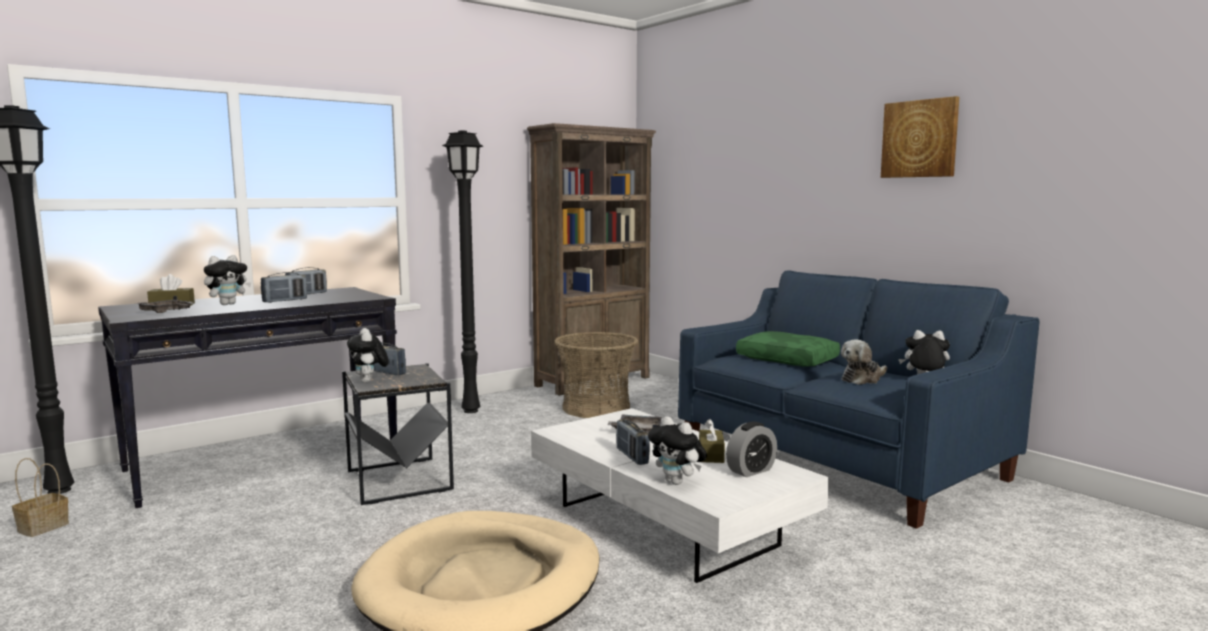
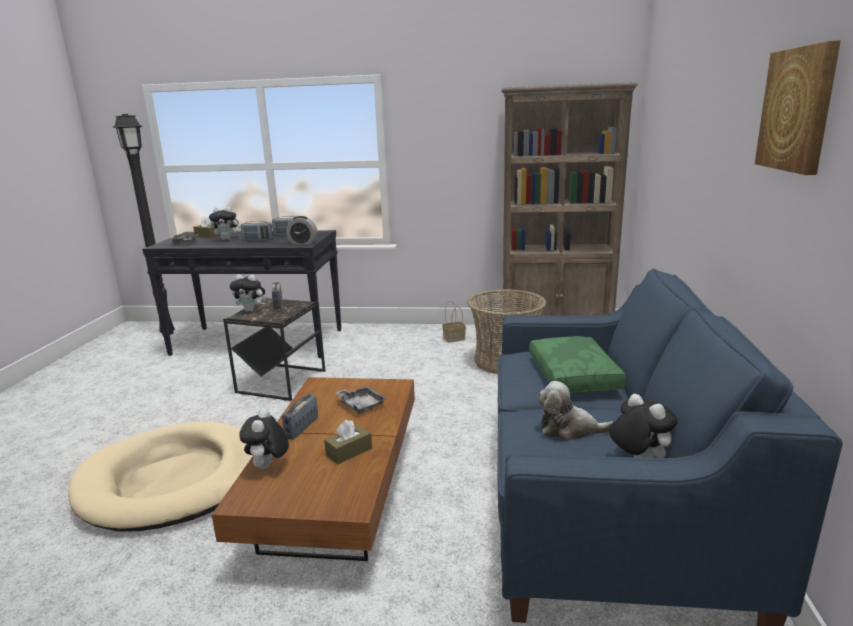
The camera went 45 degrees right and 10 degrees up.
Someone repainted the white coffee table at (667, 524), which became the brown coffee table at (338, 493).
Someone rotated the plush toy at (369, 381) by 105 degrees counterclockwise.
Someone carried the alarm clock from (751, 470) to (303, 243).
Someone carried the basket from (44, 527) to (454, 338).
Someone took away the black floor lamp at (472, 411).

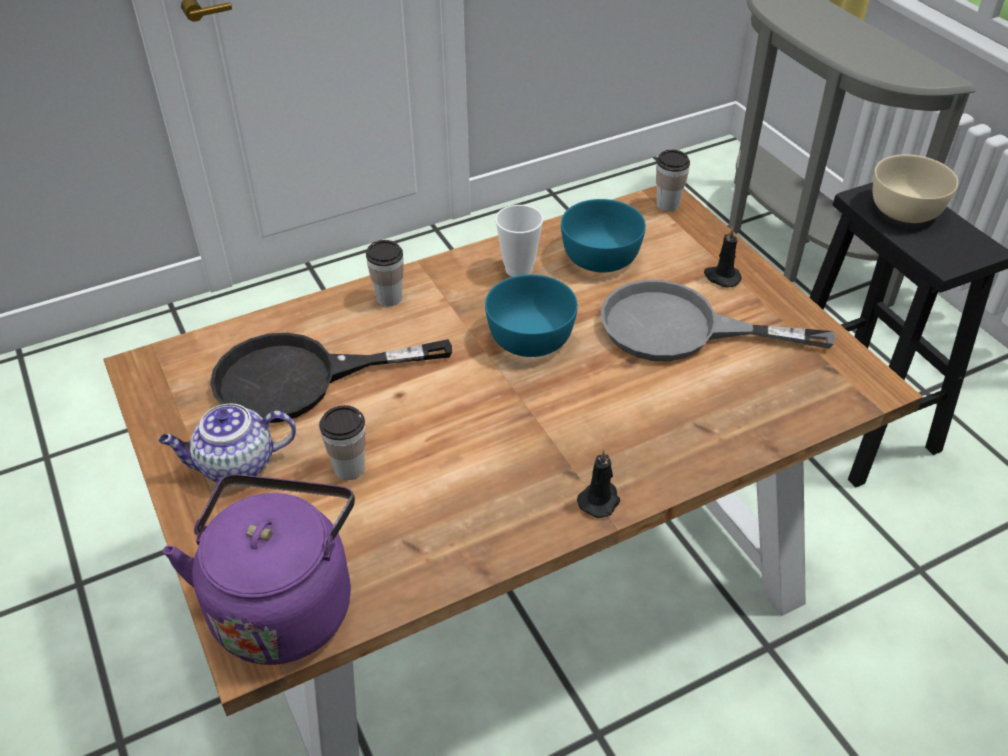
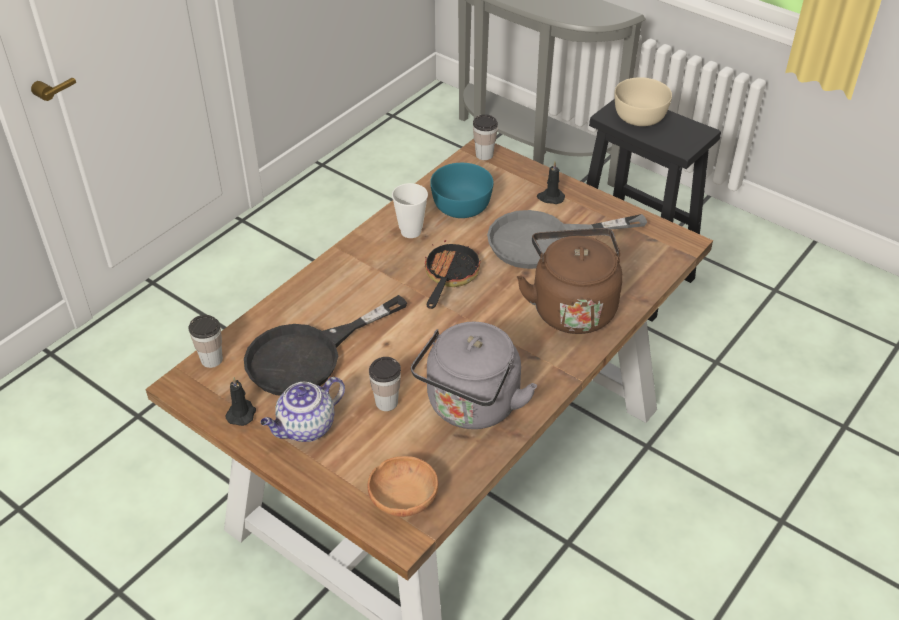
The camera went 25 degrees left and 0 degrees up.
Someone carried the cup from (389, 298) to (211, 359).
Someone carried the black candle from (600, 500) to (242, 413).
Someone swapped the purple kettle at (284, 603) for the brown bowl at (404, 499).
Someone put down the grey kettle at (471, 407).
Someone swapped the turquoise bowl at (529, 337) for the frying pan at (449, 277).
Someone put down the brown kettle at (571, 307).

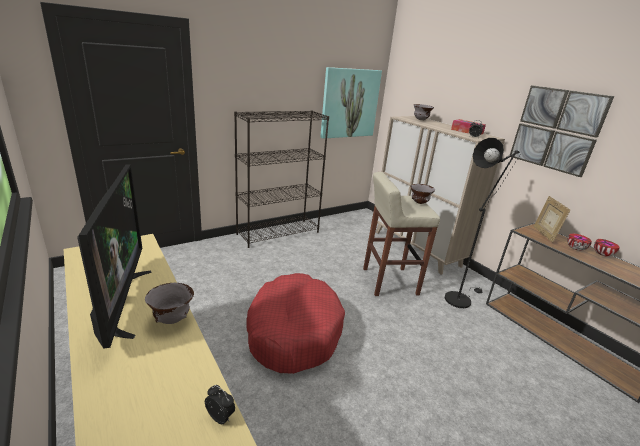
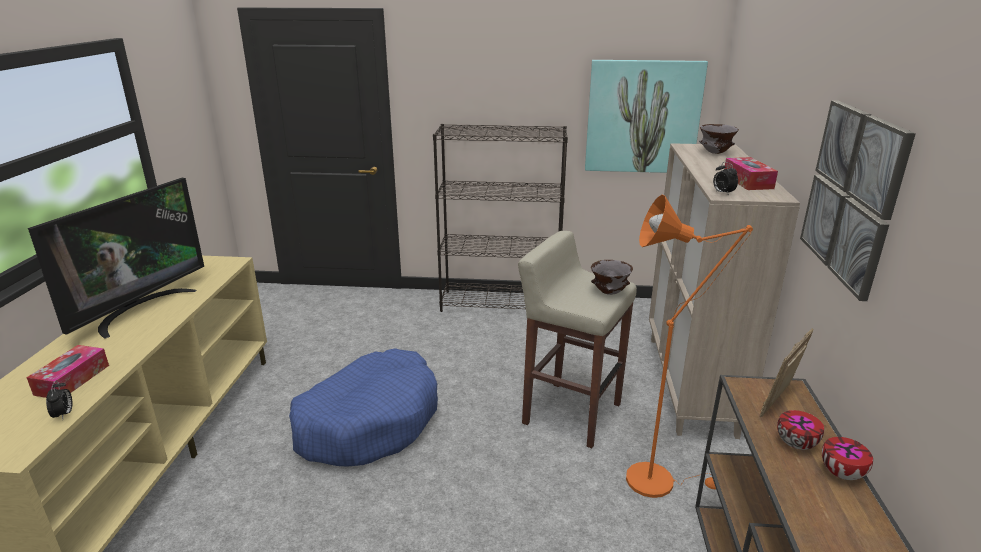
The camera went 40 degrees right and 0 degrees up.
Someone put down the tissue box at (72, 380).
Someone repainted the red dog bed at (293, 331), which became the blue dog bed at (368, 421).
Someone repainted the black floor lamp at (460, 298), which became the orange floor lamp at (658, 479).
Someone took away the grey bowl at (172, 319).

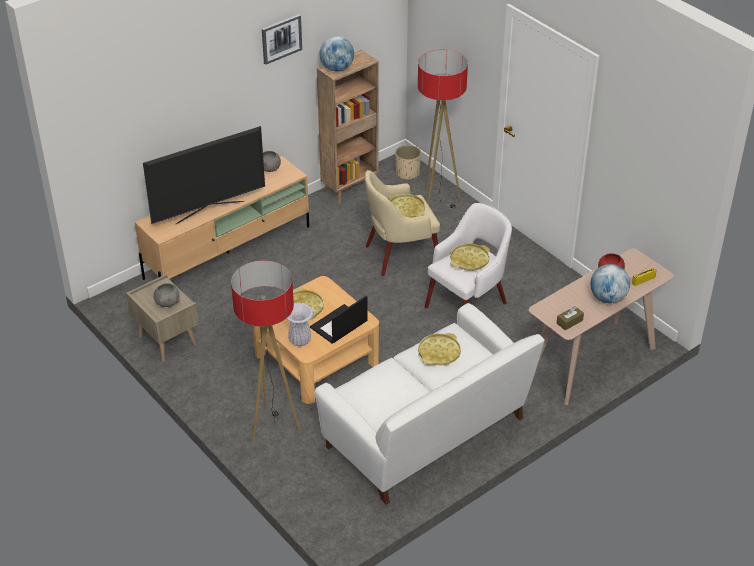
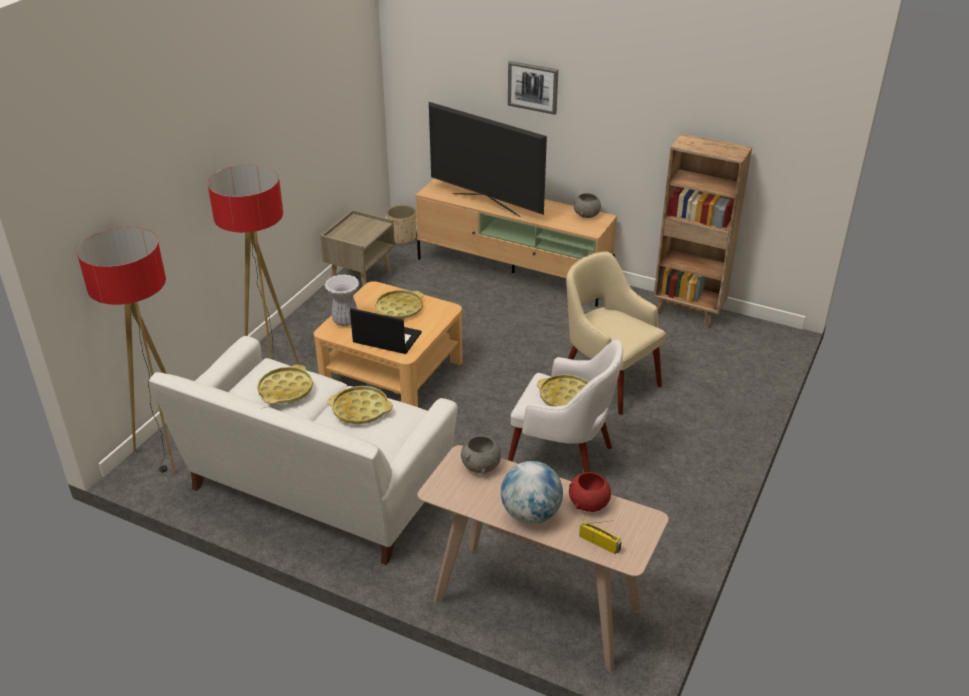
The camera went 65 degrees right and 5 degrees down.
Someone carried the floor lamp from (437, 203) to (167, 453).
Someone carried the yellow tray from (406, 209) to (286, 390).
Someone carried the beige planter from (407, 173) to (403, 238).
Someone carried the grey bowl from (167, 303) to (481, 466).
Someone carried the picture from (281, 38) to (533, 87).
Someone took away the globe at (337, 68).
Someone took away the brown tissue box at (569, 322).

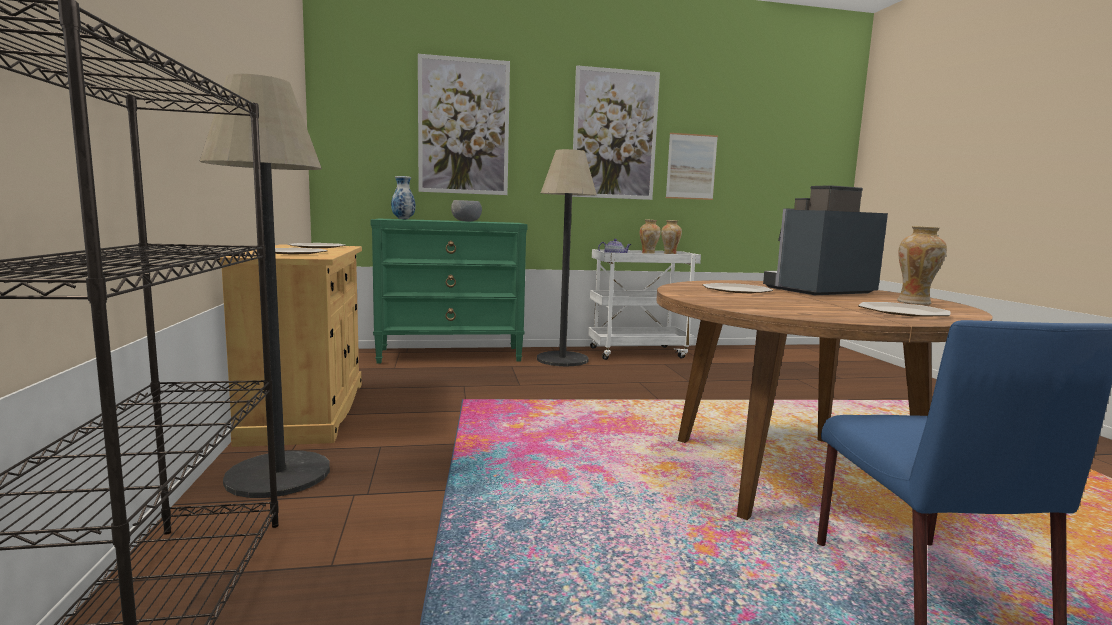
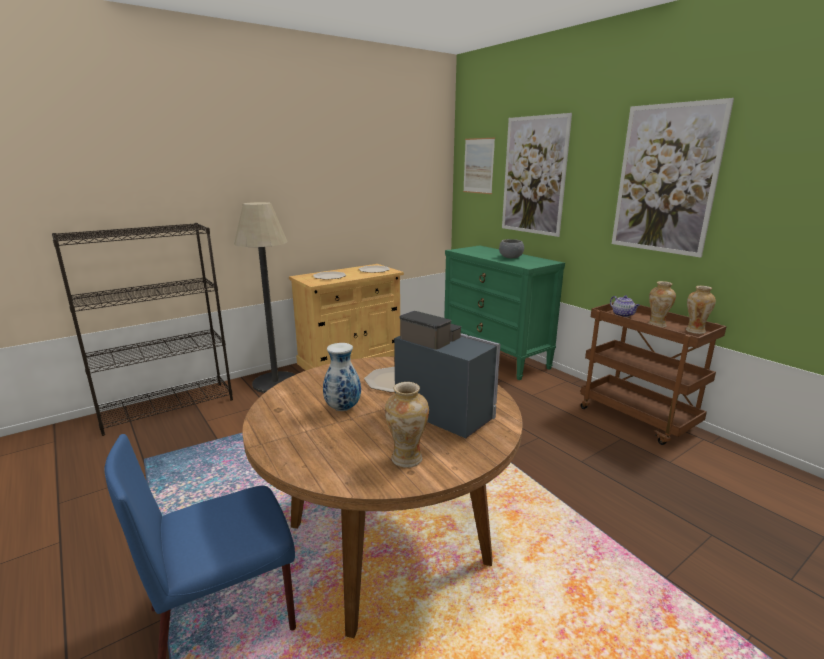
The camera went 65 degrees right and 10 degrees up.
Someone carried the vase from (403, 219) to (342, 408).
Someone carried the picture from (691, 166) to (478, 166).
Someone repainted the white cart at (639, 352), which became the brown cart at (638, 419).
Someone took away the floor lamp at (562, 359).
Someone took away the plate at (901, 312).

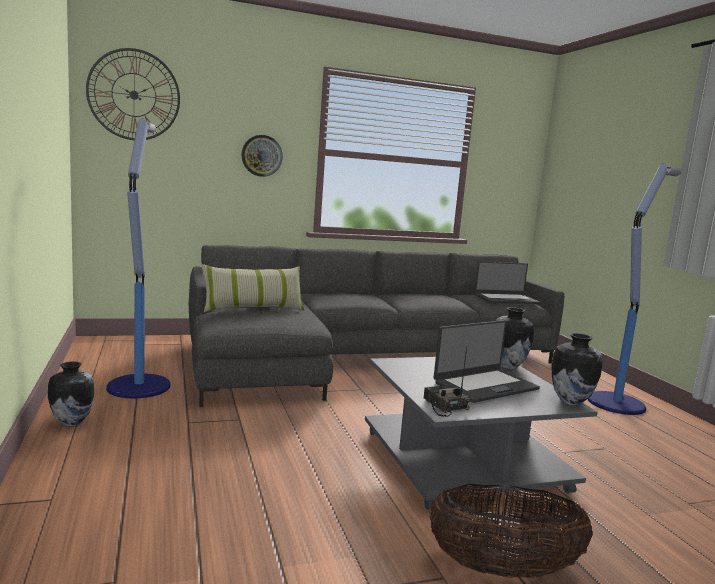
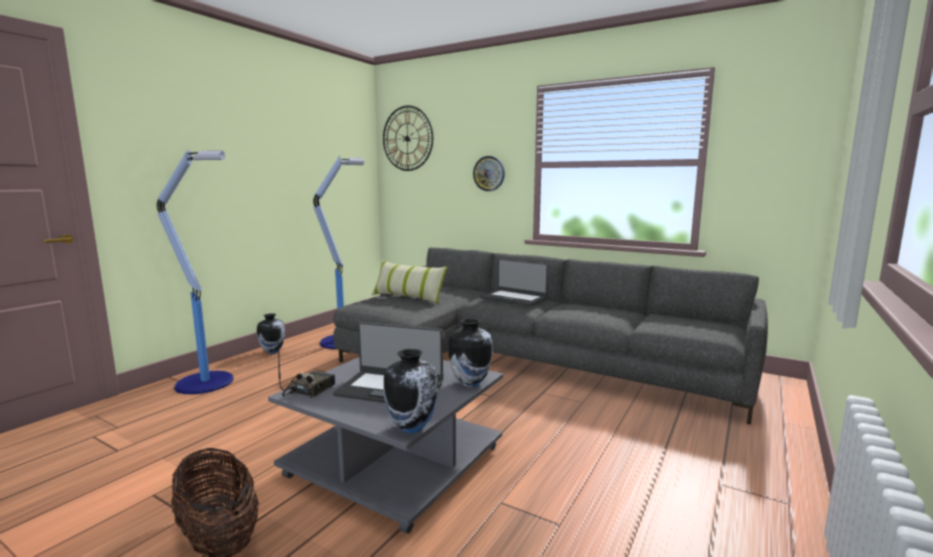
The camera went 50 degrees right and 0 degrees up.
Someone carried the floor lamp from (617, 403) to (207, 383).
Someone carried the laptop from (506, 299) to (514, 298).

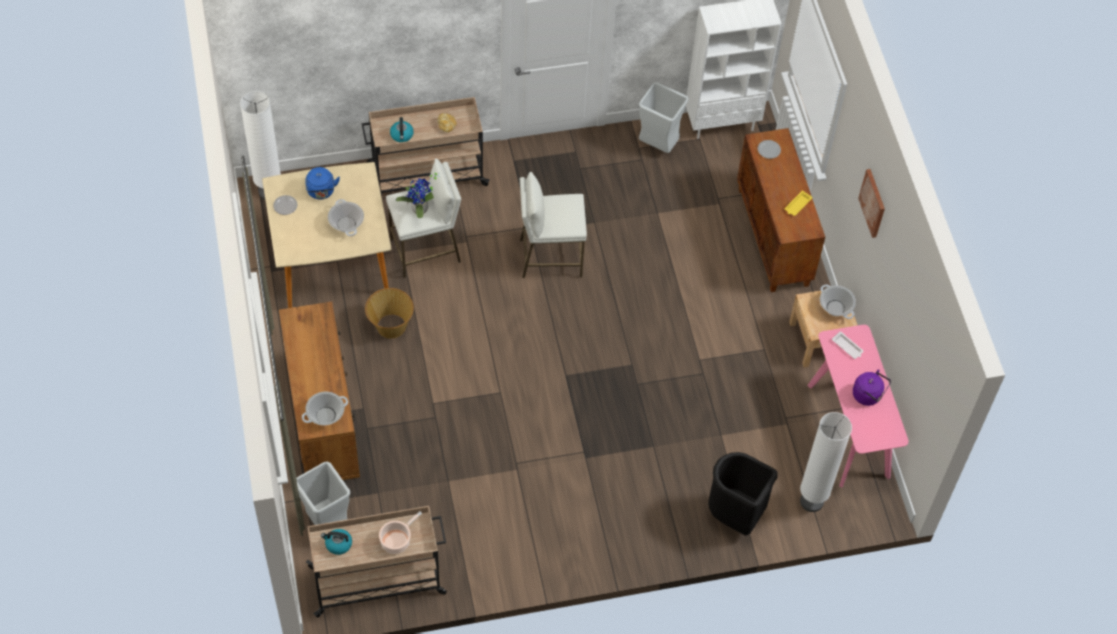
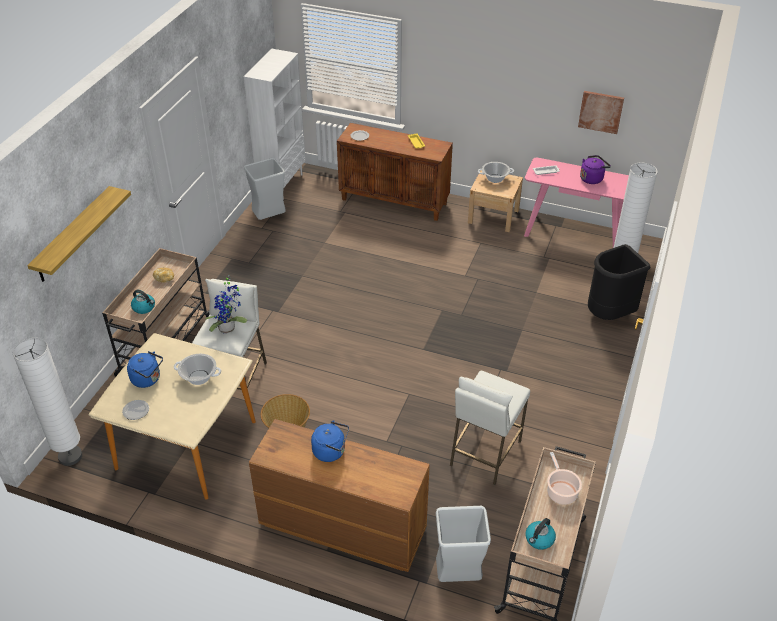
The camera went 55 degrees left and 15 degrees down.
Someone put up the shelf at (73, 235).
Someone put down the blue kettle at (331, 451).
Someone carried the white stool from (550, 257) to (485, 453).
Someone carried the picture from (873, 203) to (601, 111).
Someone took away the cooking pot at (325, 415).

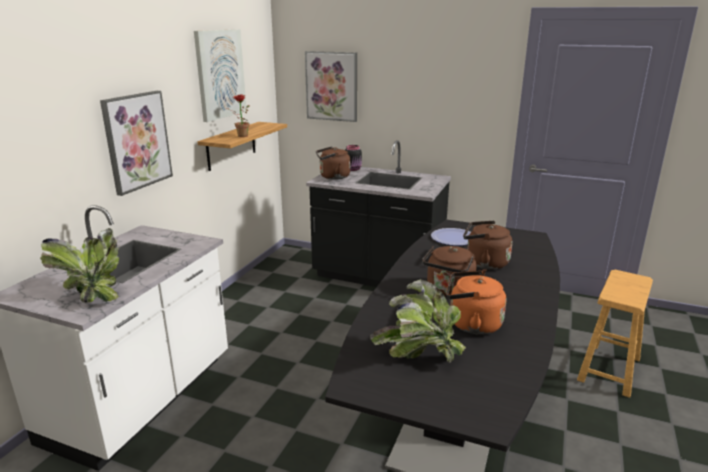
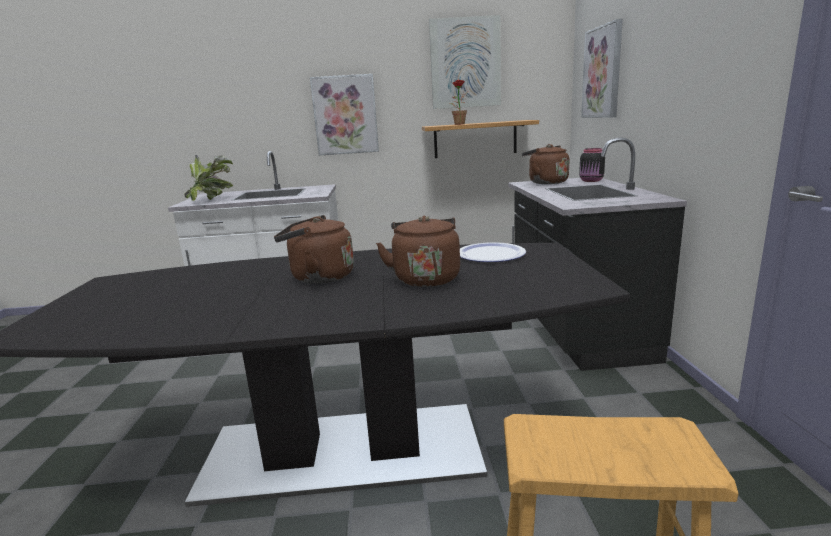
The camera went 65 degrees right and 5 degrees down.
Someone took away the potted plant at (419, 354).
Someone took away the orange kettle at (471, 324).

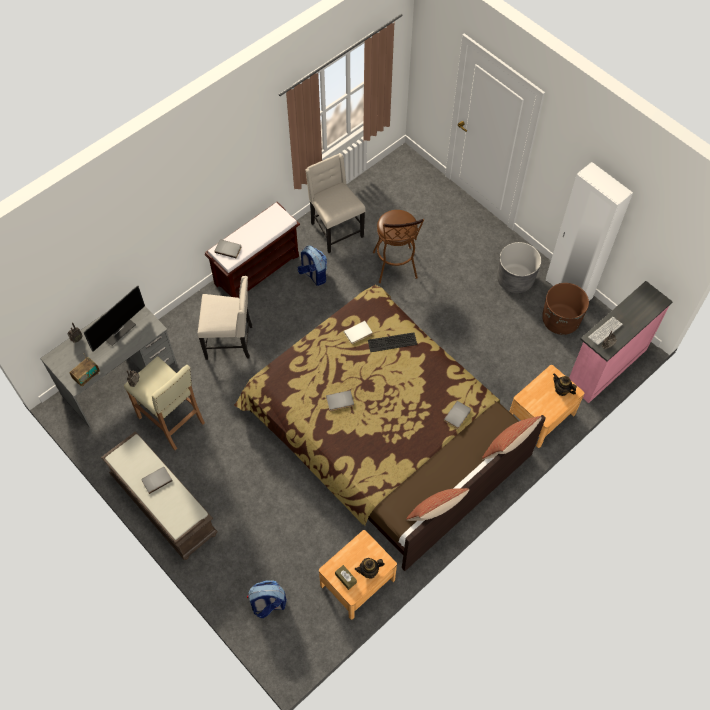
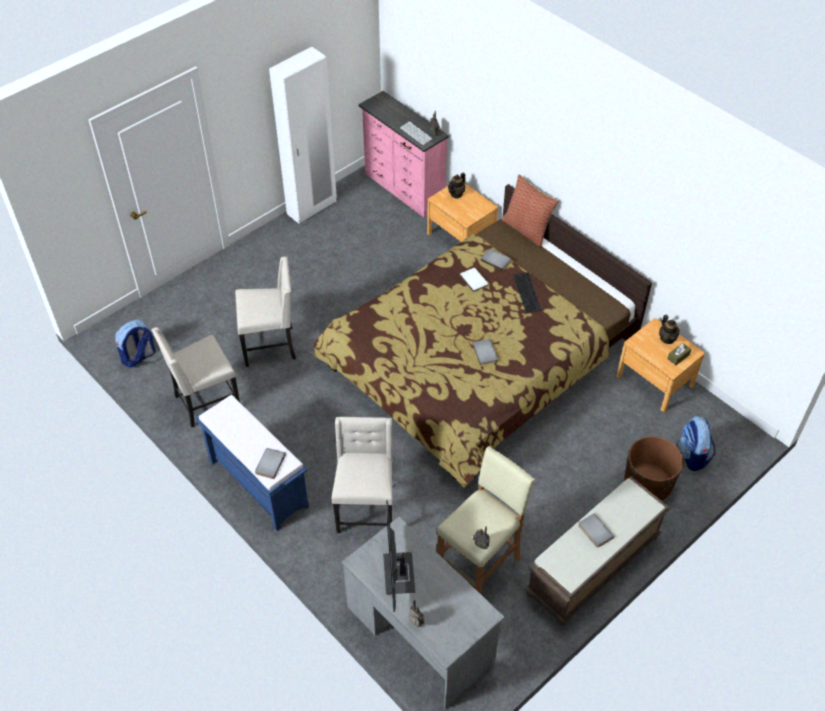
The camera went 90 degrees left and 10 degrees down.
Someone carried the backpack from (313, 275) to (139, 357).
Someone repainted the brown bench at (257, 269), which became the blue bench at (257, 483).
Someone swapped the brown stool at (395, 268) for the beige chair at (271, 345).
Someone rotated the monitor at (117, 329) by 135 degrees counterclockwise.
Someone carried the white book from (358, 333) to (474, 280).
Someone carried the keyboard from (392, 343) to (528, 292).
Someone carried the brown planter from (560, 320) to (647, 484).
Someone took away the radio at (87, 376).
Someone took away the pillow at (435, 514).
Someone took away the grey planter at (515, 280).

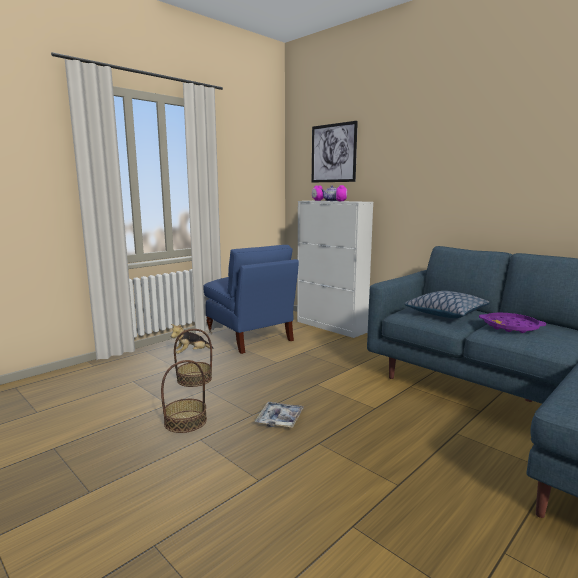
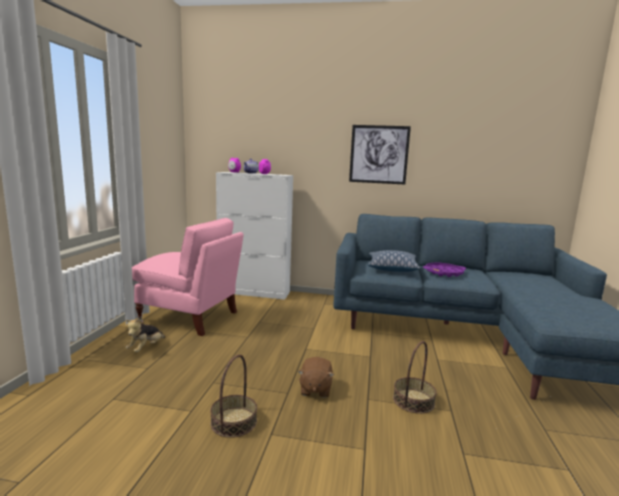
The camera went 35 degrees left and 0 degrees up.
Someone repainted the blue armchair at (249, 337), which became the pink armchair at (189, 317).
Someone swapped the tray at (279, 419) for the brown plush toy at (315, 389).
Someone carried the picture from (333, 153) to (379, 154).
Someone carried the basket from (194, 379) to (413, 401).

